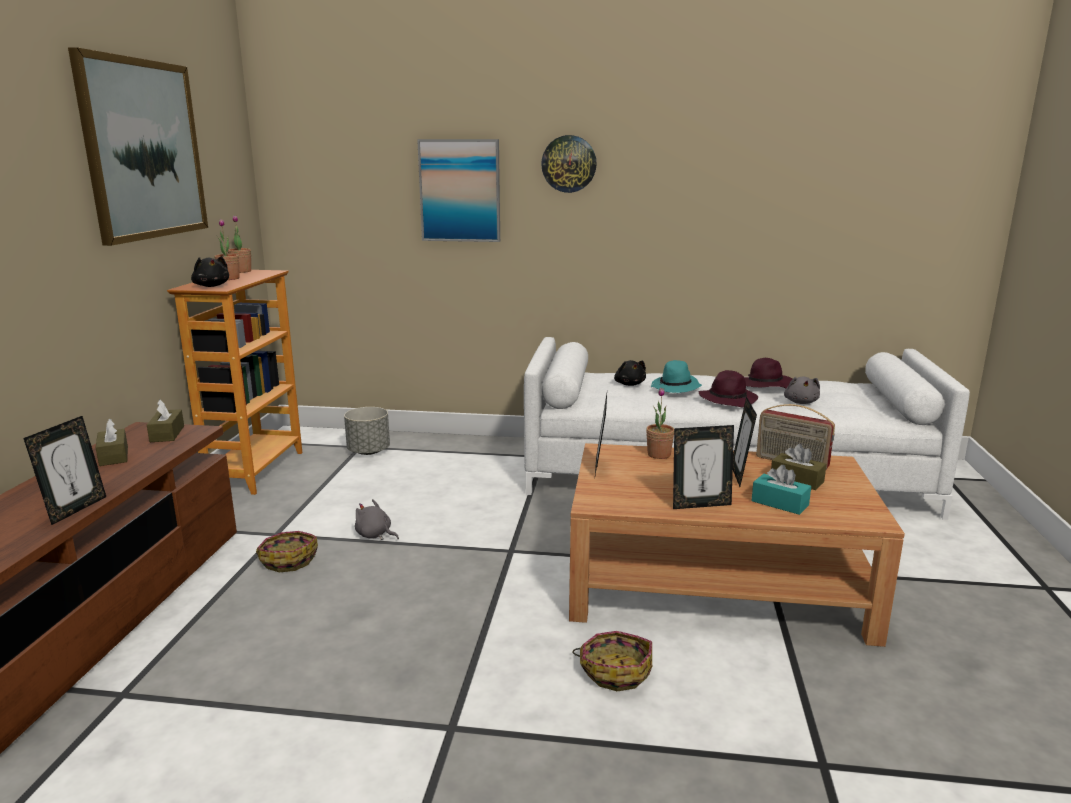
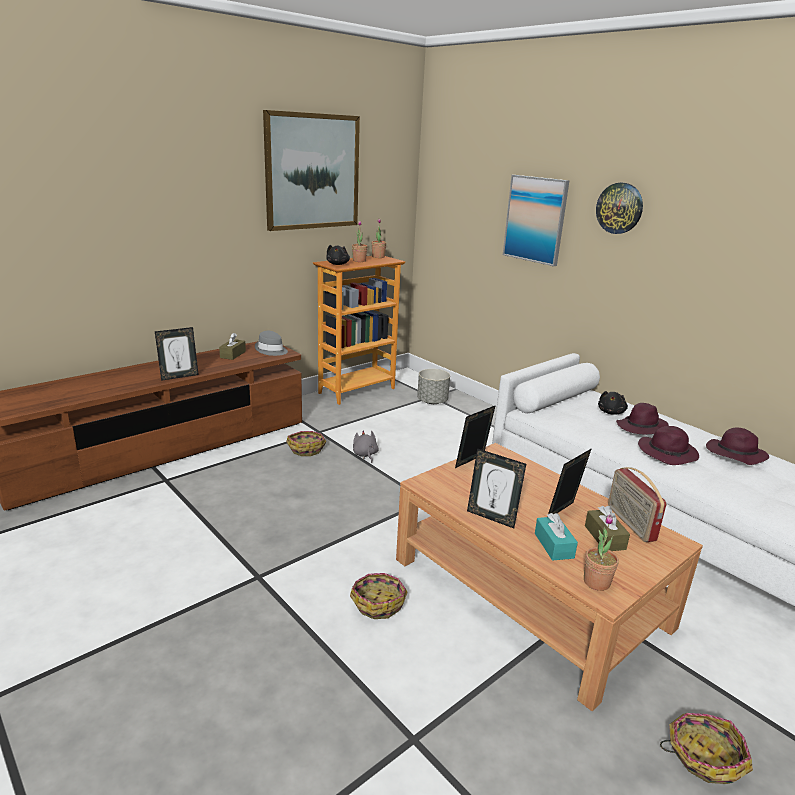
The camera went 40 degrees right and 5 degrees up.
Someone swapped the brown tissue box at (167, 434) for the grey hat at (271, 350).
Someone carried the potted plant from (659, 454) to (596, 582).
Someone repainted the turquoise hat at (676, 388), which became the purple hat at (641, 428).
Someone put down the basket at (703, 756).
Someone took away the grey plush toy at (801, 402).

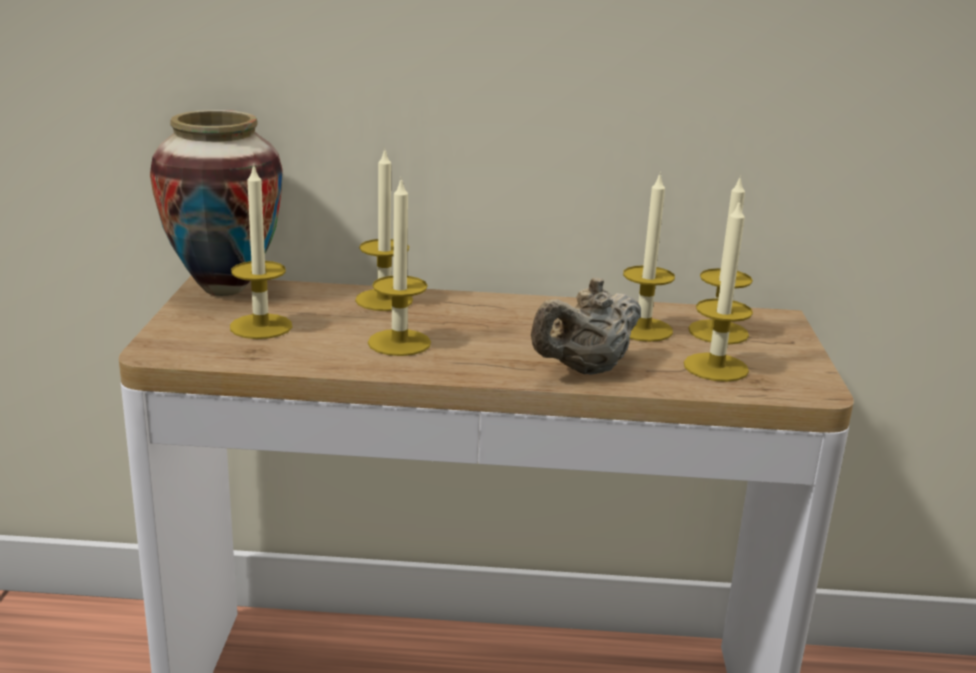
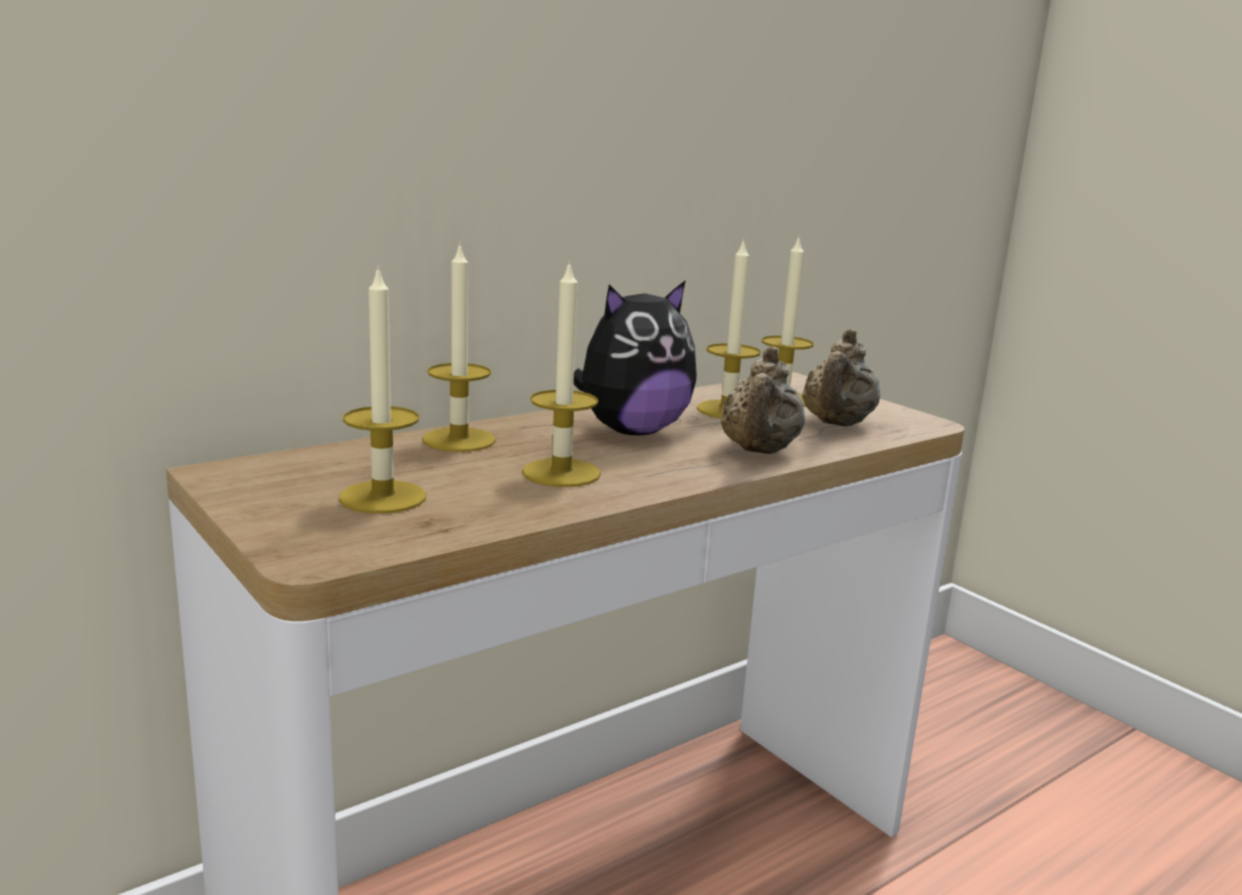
The camera went 40 degrees left and 5 degrees down.
Someone put down the plush toy at (632, 431).
Someone swapped the candle at (715, 367) for the beige teapot at (836, 424).
Someone took away the vase at (223, 289).

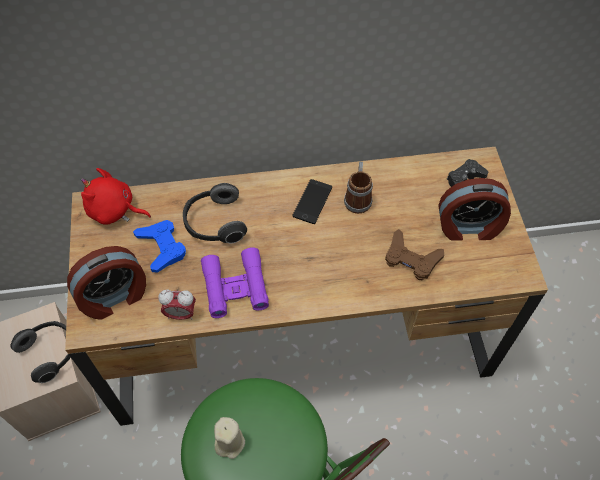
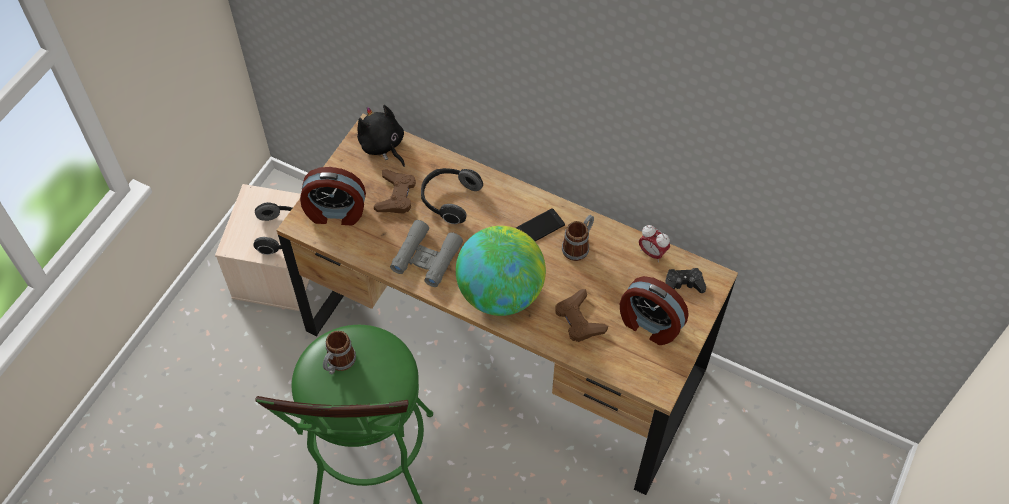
The camera went 35 degrees right and 0 degrees up.
Someone swapped the beige candle at (229, 442) for the mug at (338, 363).
Someone repainted the red plush toy at (114, 210), which became the black plush toy at (382, 146).
Someone repainted the blue game controller at (162, 247), which became the brown game controller at (396, 195).
Someone repainted the purple binoculars at (235, 287), which became the grey binoculars at (426, 258).
Someone put down the globe at (500, 293).
Someone carried the alarm clock from (181, 314) to (652, 253).

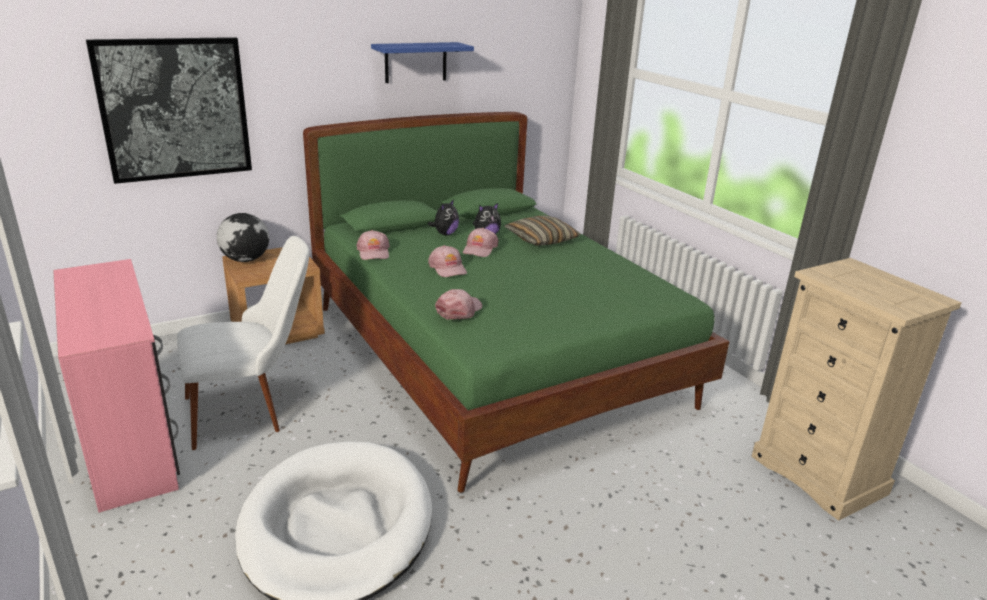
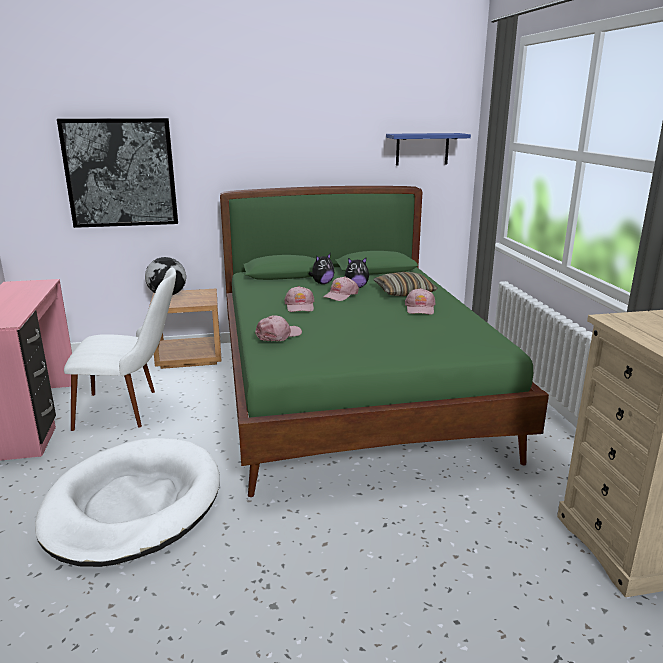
The camera went 20 degrees right and 5 degrees down.
Someone carried the blue shelf from (415, 62) to (422, 149).
Someone carried the pink cap from (373, 252) to (420, 308).

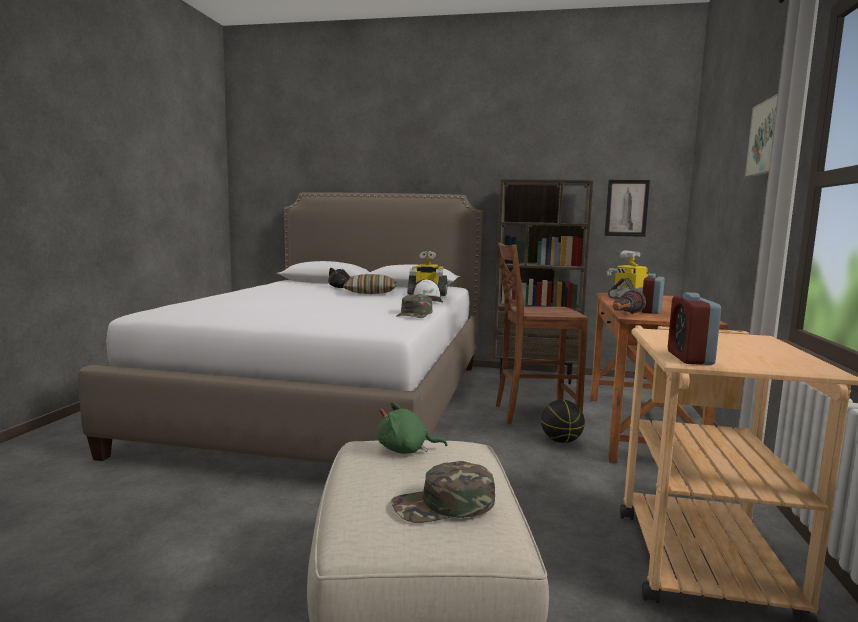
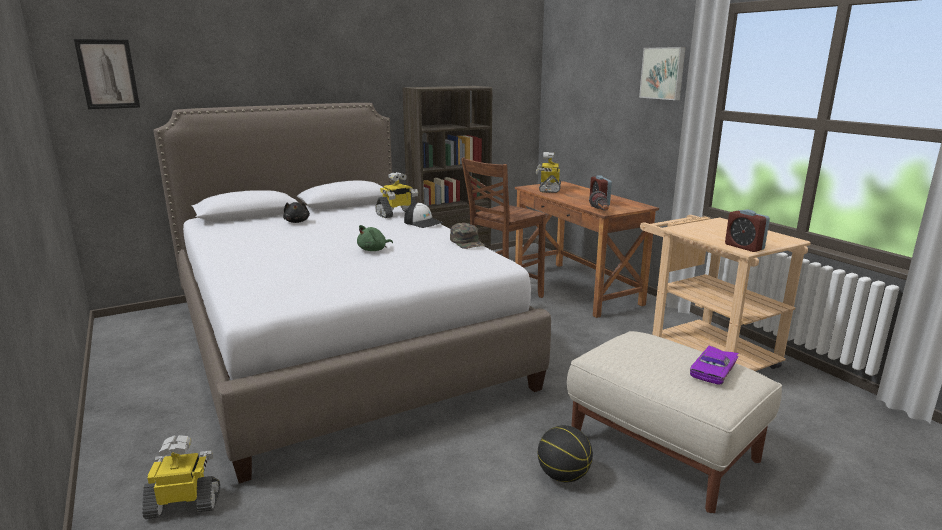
The camera went 40 degrees left and 10 degrees up.
Someone carried the picture from (626, 208) to (108, 74).
Someone put down the toy robot at (185, 503).
Someone carried the green plush toy from (406, 450) to (374, 250).
Someone carried the basketball from (561, 441) to (563, 476).
Someone swapped the green cap at (444, 505) for the purple toy car at (715, 371).
Someone took away the pillow at (370, 293).

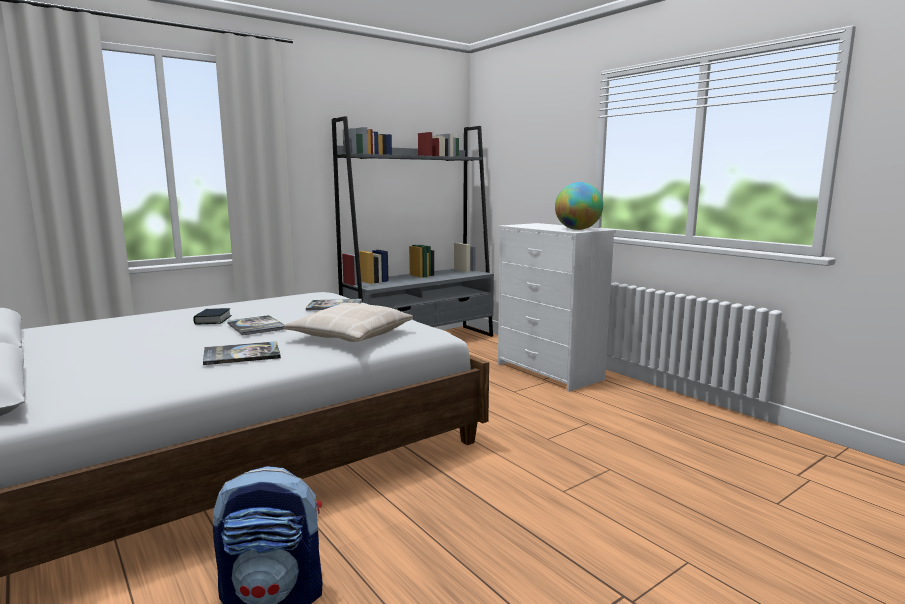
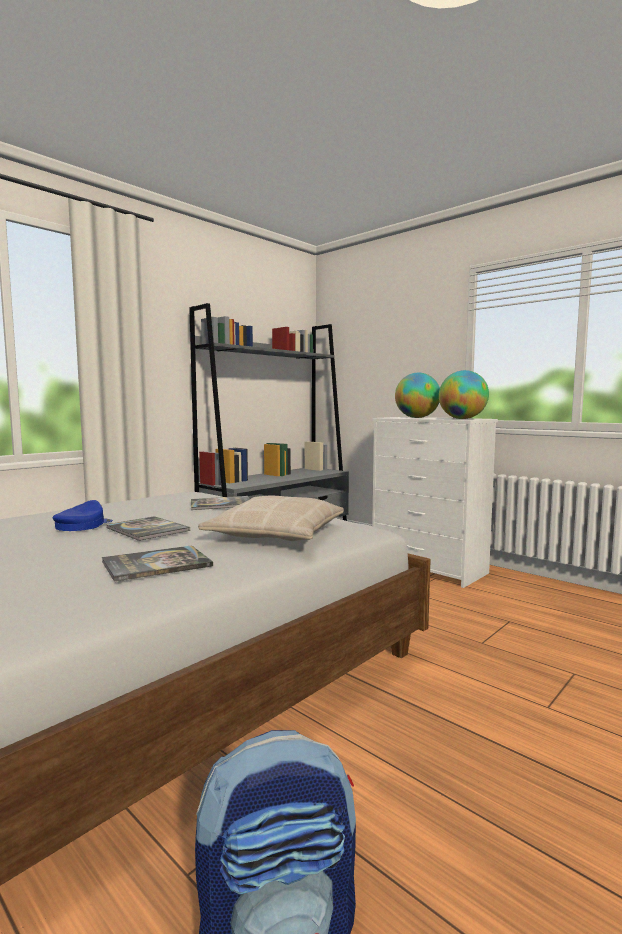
The camera went 10 degrees left and 5 degrees down.
Someone swapped the book at (213, 320) for the blue cap at (83, 525).
Someone put down the globe at (417, 417).

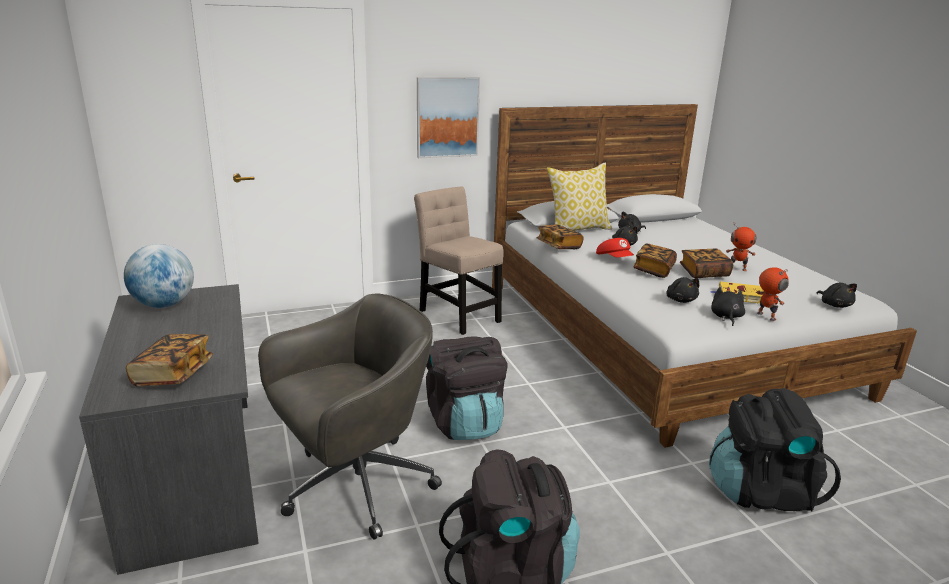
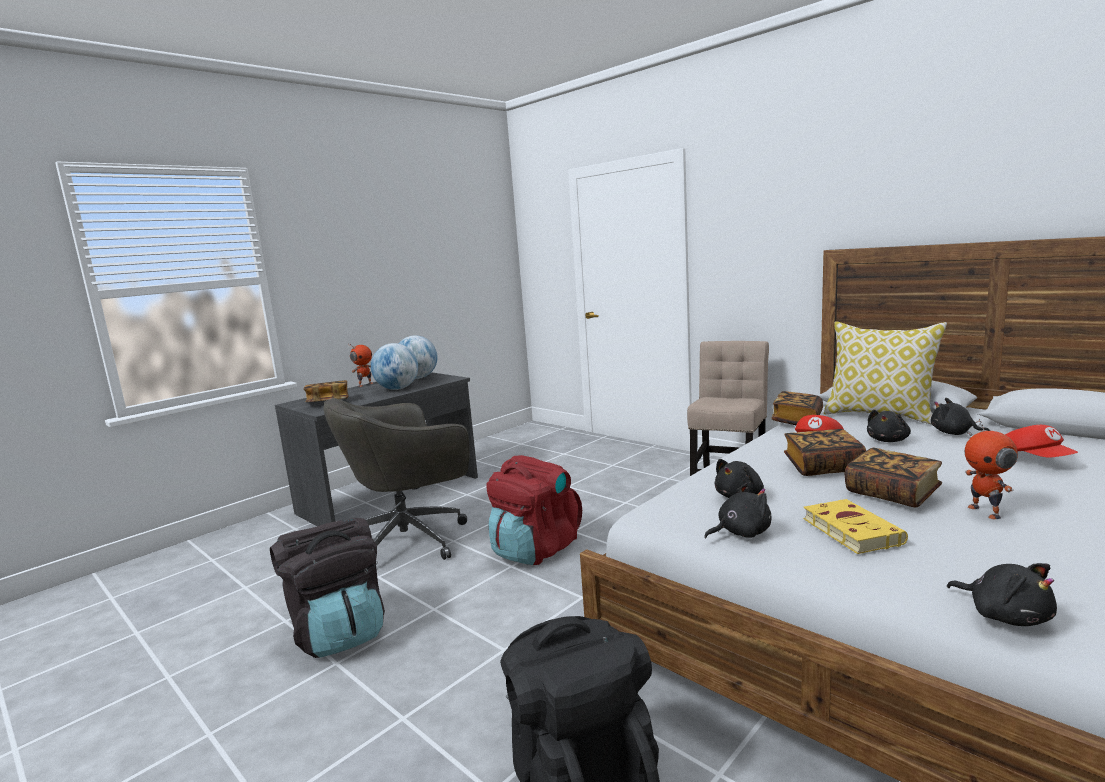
The camera went 65 degrees right and 10 degrees down.
Someone rotated the grey office chair at (354, 486) by 120 degrees clockwise.
Someone carried the toy robot from (765, 316) to (365, 384).
Someone put down the globe at (397, 389).
Someone repainted the black backpack at (464, 422), which became the red backpack at (535, 549).
Someone rotated the black plush toy at (835, 305) by 75 degrees counterclockwise.
Someone put down the red cap at (1032, 460).
Someone took away the picture at (447, 117).

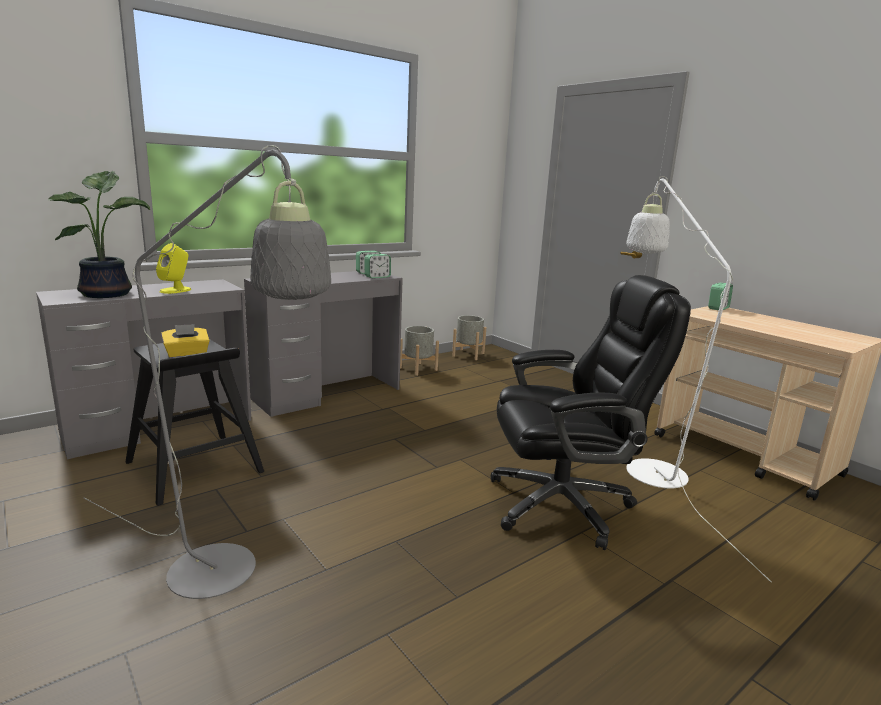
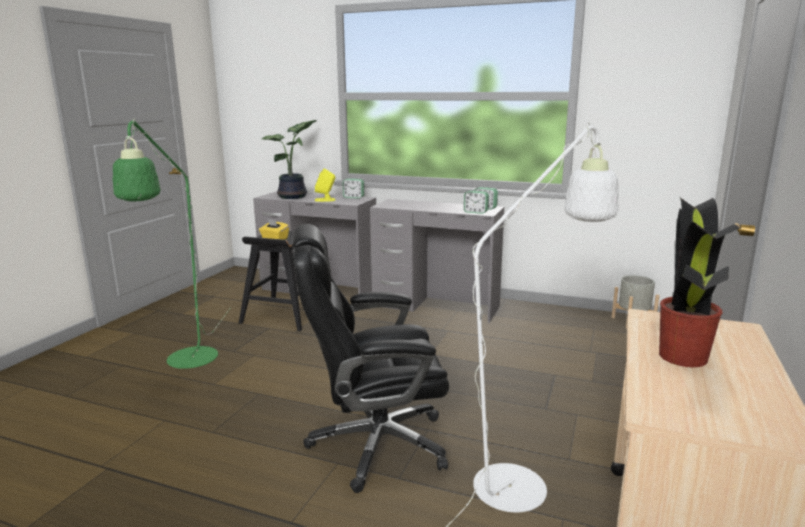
The camera went 60 degrees right and 0 degrees up.
Someone repainted the grey floor lamp at (228, 577), which became the green floor lamp at (188, 363).
Someone rotated the black office chair at (563, 504) by 120 degrees clockwise.
Someone carried the alarm clock from (718, 308) to (353, 197).
Someone put down the potted plant at (682, 358).
Someone took away the grey planter at (418, 369).

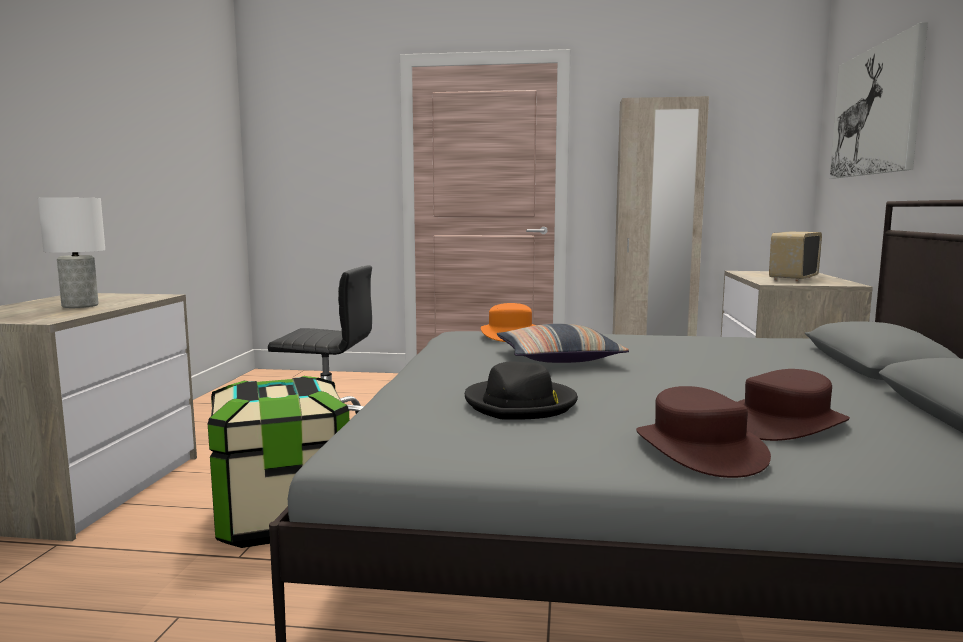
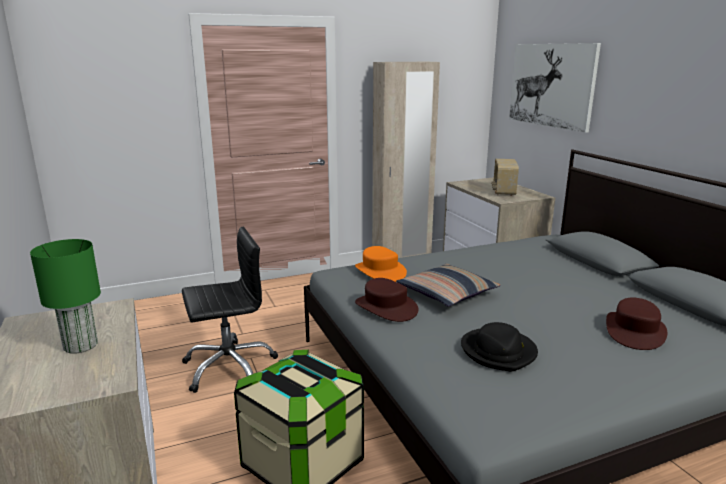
The camera went 30 degrees left and 10 degrees up.
Someone repainted the white table lamp at (79, 306), which became the green table lamp at (79, 346).
Someone carried the brown hat from (698, 449) to (385, 307).

